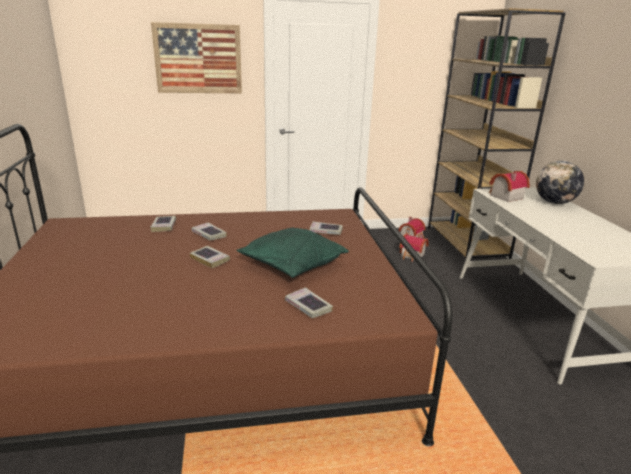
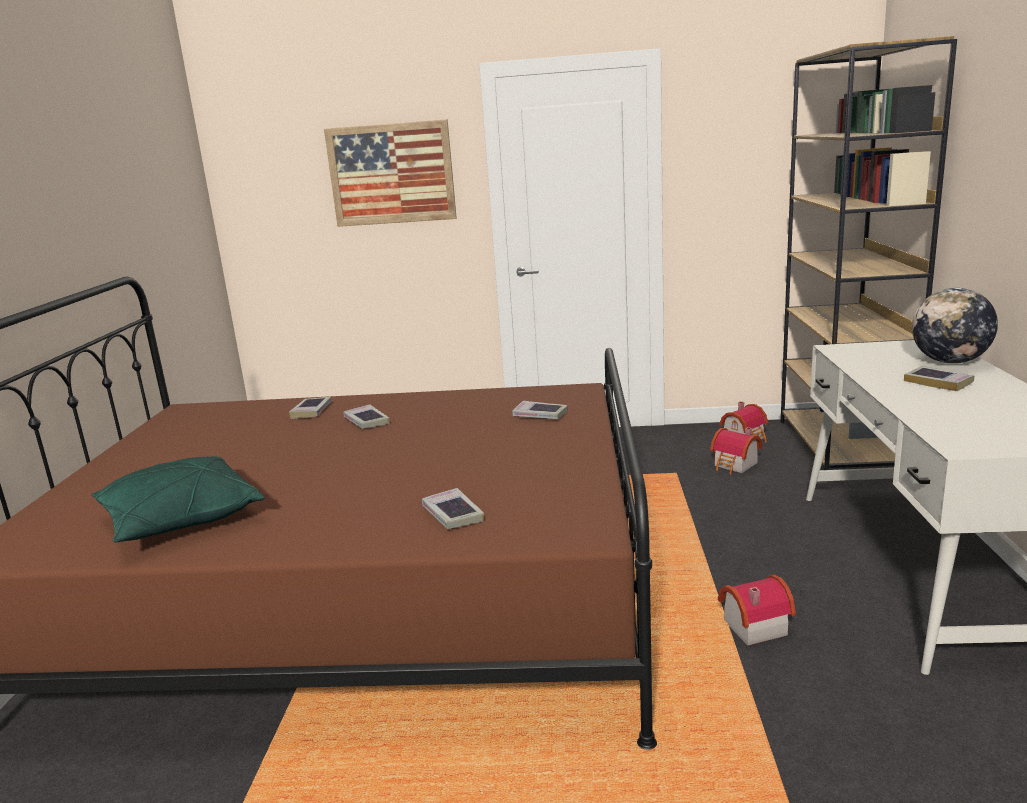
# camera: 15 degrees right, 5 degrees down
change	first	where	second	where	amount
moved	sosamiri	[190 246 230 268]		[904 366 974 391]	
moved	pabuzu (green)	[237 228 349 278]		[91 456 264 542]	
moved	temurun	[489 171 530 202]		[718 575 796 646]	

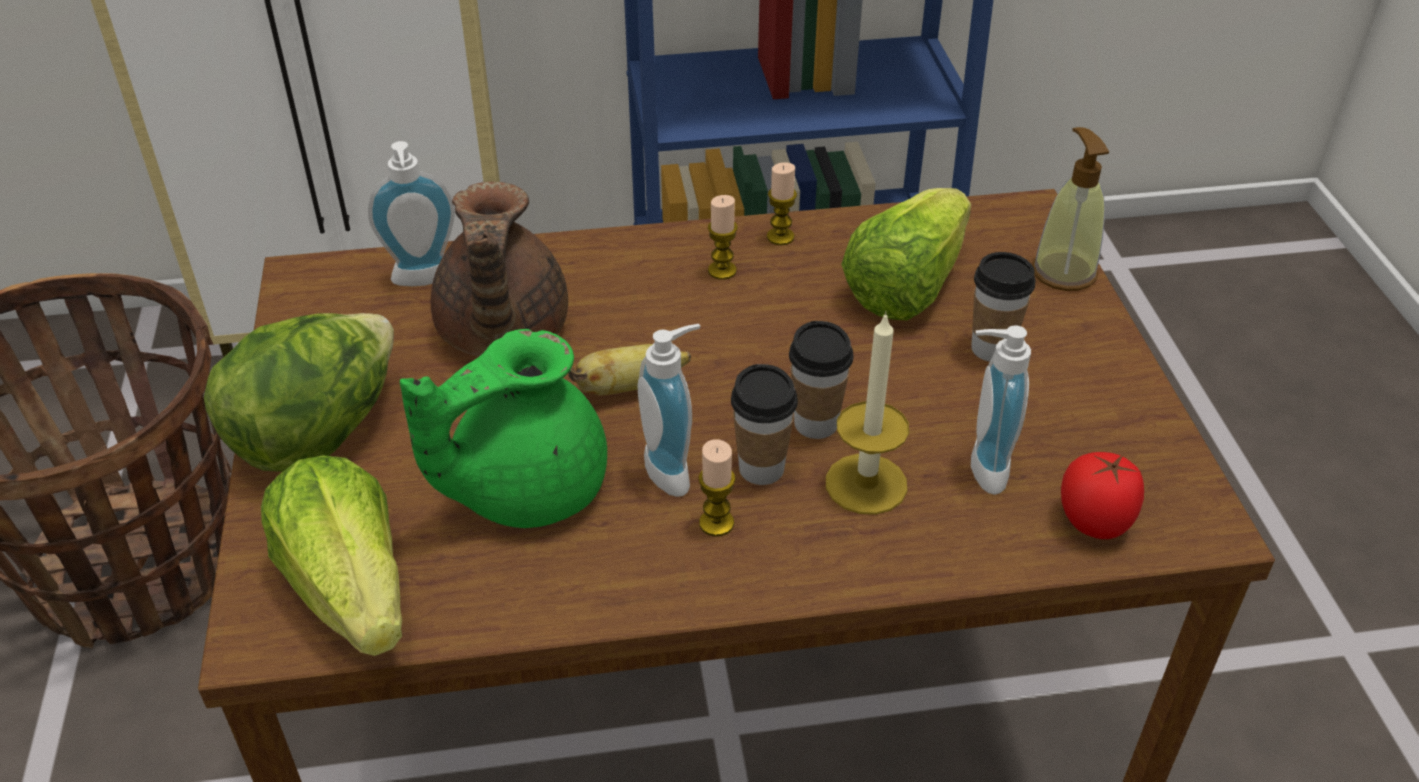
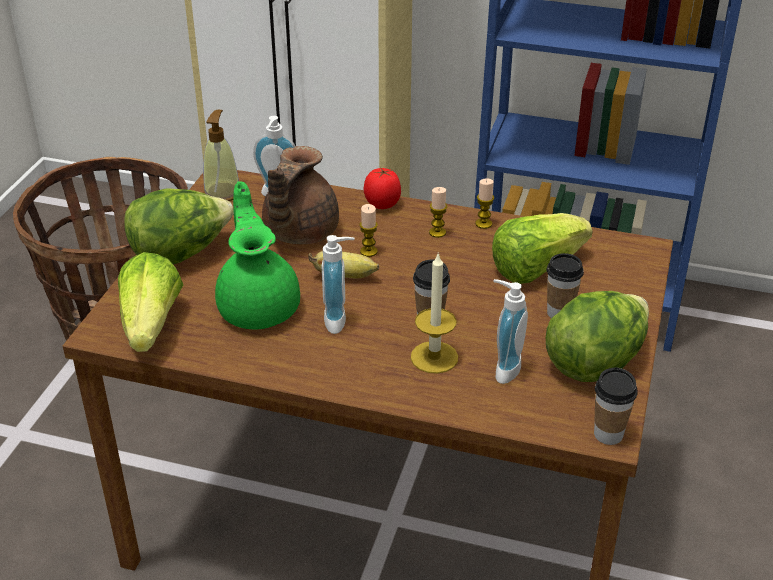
# camera: 25 degrees right, 5 degrees down
change	first	where	second	where	amount
turned	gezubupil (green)	[400 329 607 528]		[215 181 300 330]	90 degrees clockwise
moved	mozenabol	[698 439 735 537]		[360 204 378 257]	
moved	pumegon	[731 364 798 485]		[594 367 638 445]	
moved	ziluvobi	[1032 127 1109 291]		[203 110 239 201]	
moved	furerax	[1061 452 1144 539]		[364 168 401 209]	
added			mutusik	[546 291 649 382]	

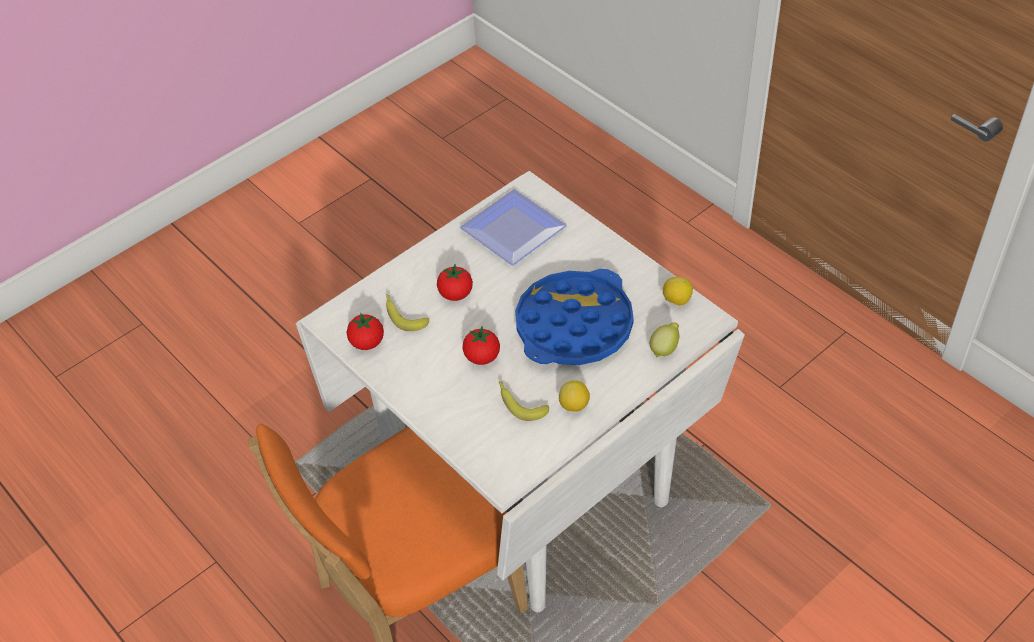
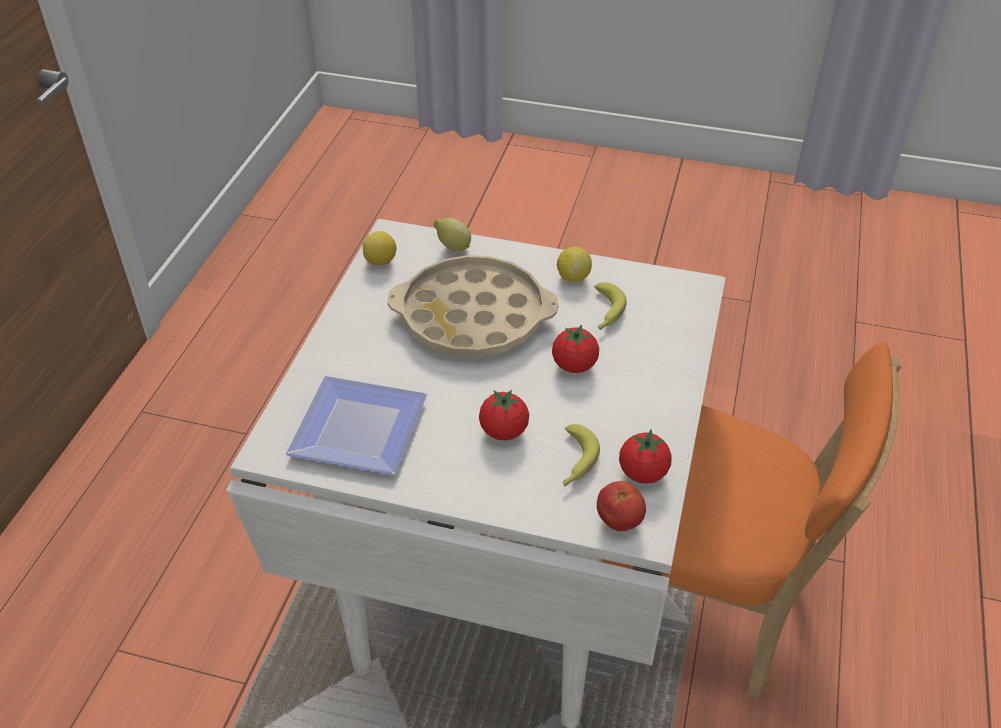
# camera: 125 degrees left, 5 degrees down
change	first	where	second	where	amount
recoloured	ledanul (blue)	[515 269 634 365]	ledanul (beige)	[387 255 559 357]	
added			furerax	[597 481 646 531]	

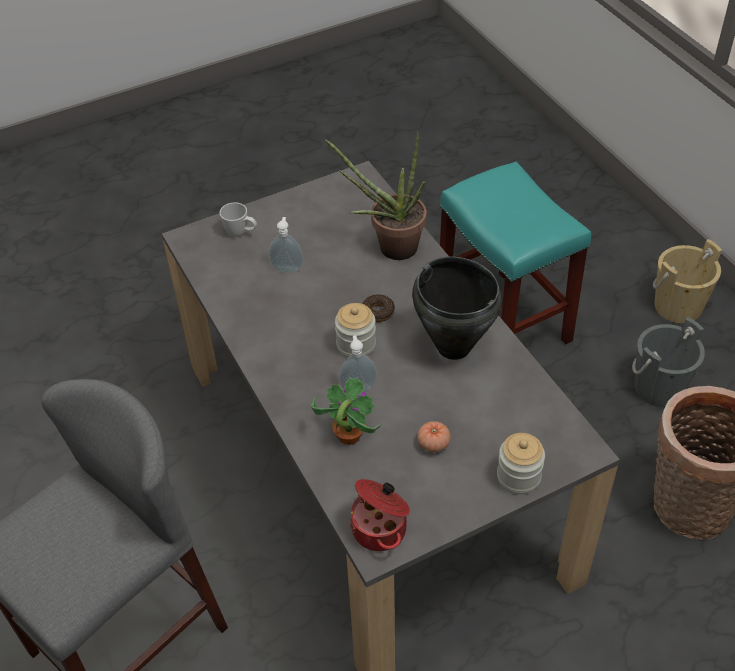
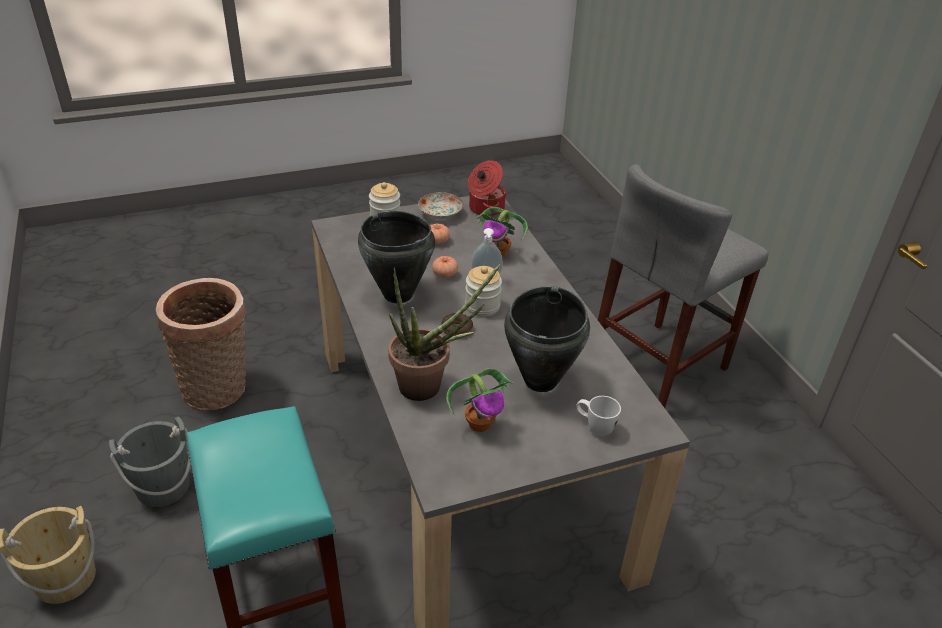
# camera: 175 degrees left, 10 degrees down
change	first	where	second	where	amount
replaced	ziluvobi	[269 217 303 273]	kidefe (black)	[504 286 590 392]	
added			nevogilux	[418 192 464 219]	
added			furerax	[432 256 458 278]	
added			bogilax	[446 368 514 432]	

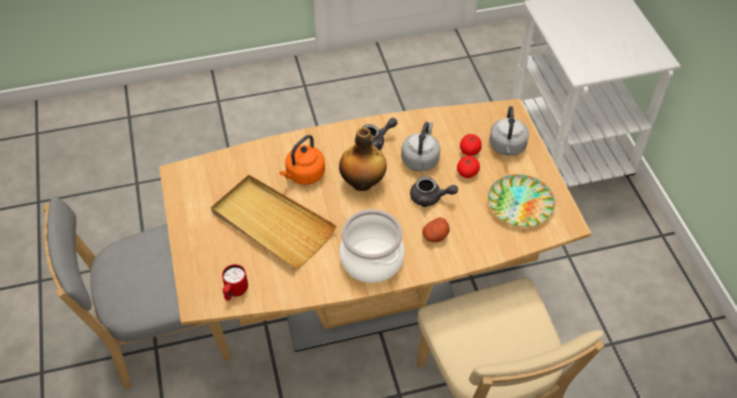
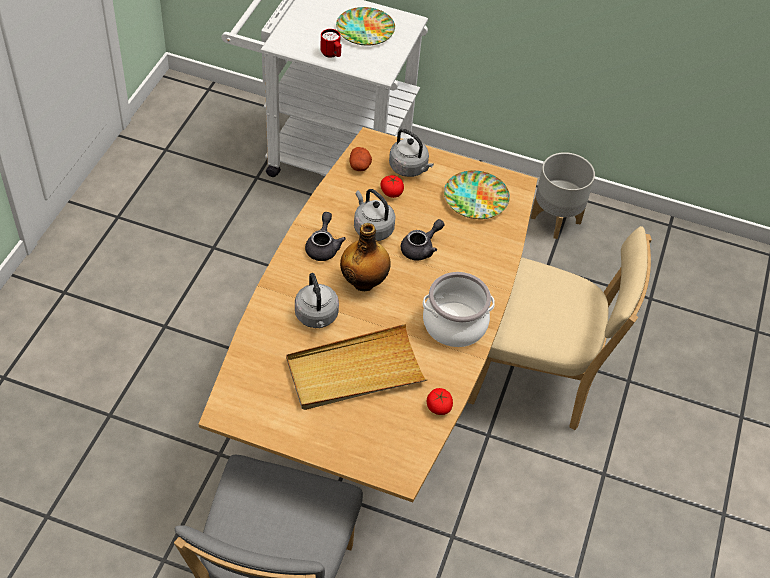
# camera: 60 degrees left, 0 degrees up
change	first	where	second	where	amount
moved	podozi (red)	[222 264 248 301]		[320 29 341 58]	
recoloured	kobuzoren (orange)	[280 135 325 185]	kobuzoren (grey)	[295 273 339 328]	
moved	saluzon	[422 217 450 242]		[349 147 372 171]	
moved	furerax	[457 156 480 178]		[427 388 453 415]	
added			nevogilux	[336 7 395 46]	
added			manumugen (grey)	[531 152 595 239]	

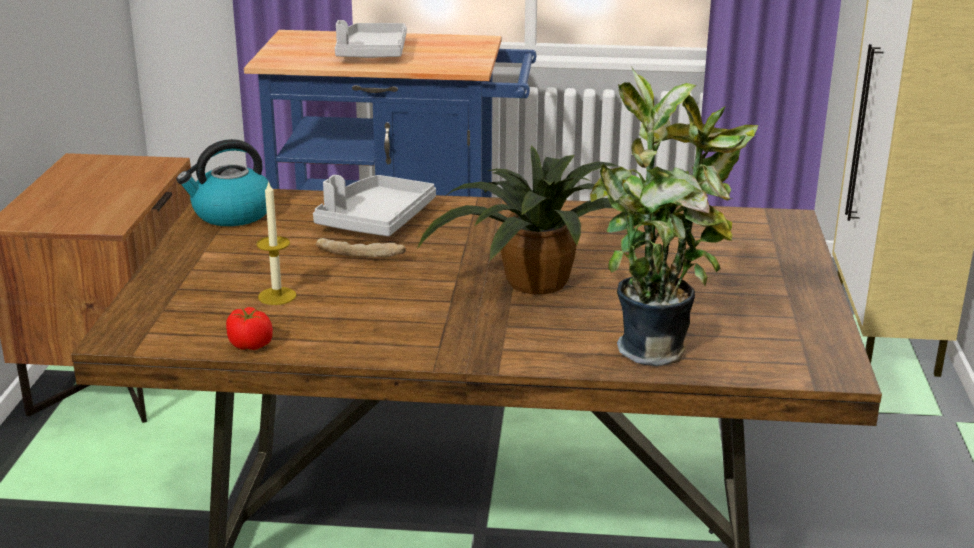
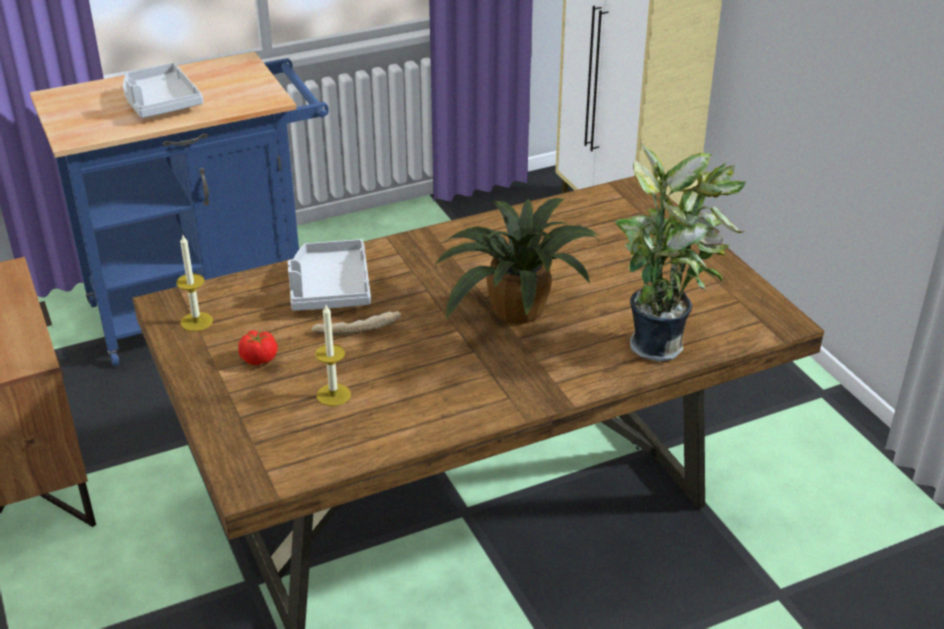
# camera: 30 degrees left, 10 degrees up
change	first	where	second	where	amount
replaced	kobuzoren	[176 139 272 226]	mozenabol	[176 235 213 331]	
moved	furerax	[226 307 273 350]		[238 330 278 365]	

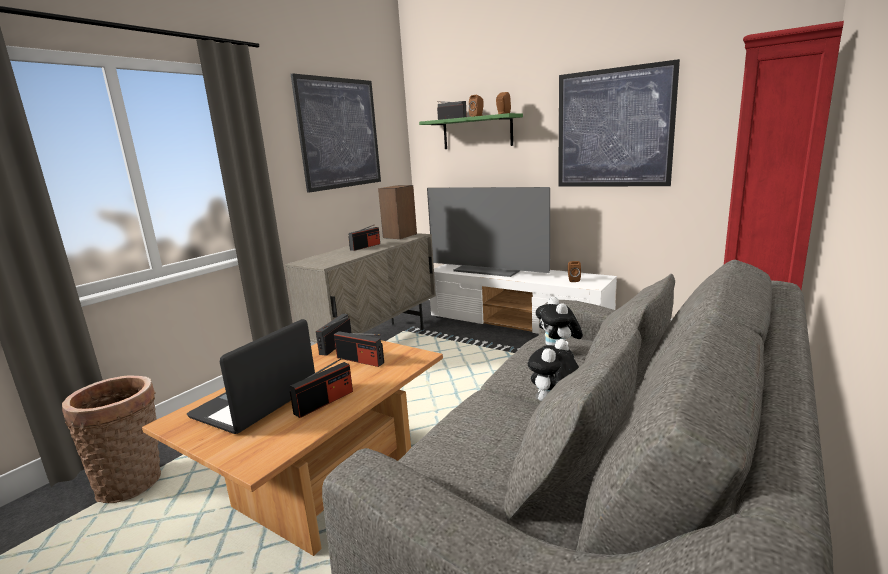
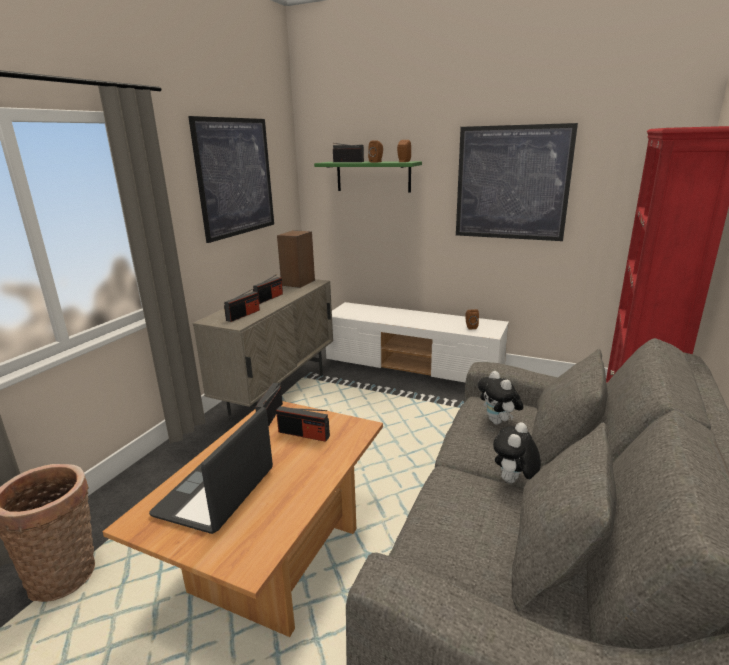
# camera: 10 degrees left, 5 degrees up
change	first	where	second	where	amount
moved	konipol	[290 358 353 418]		[224 289 260 322]	
removed	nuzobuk	[427 187 550 277]			

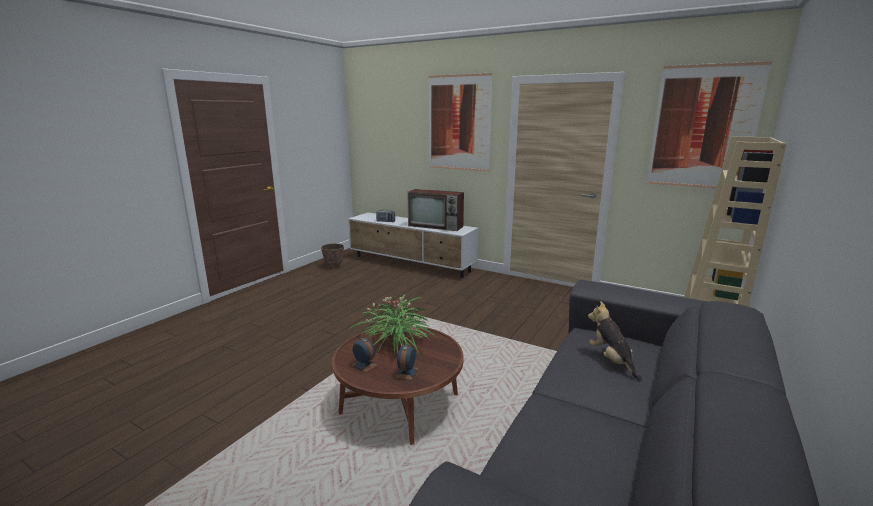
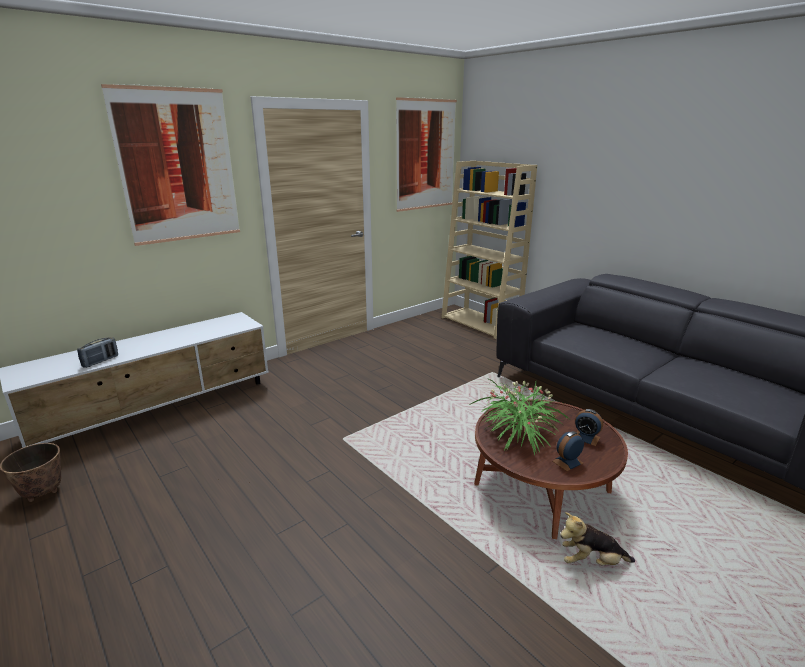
# camera: 70 degrees left, 5 degrees up
change	first	where	second	where	amount
removed	nuzobuk	[407 189 464 231]			
moved	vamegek	[588 301 642 381]		[560 512 635 565]	

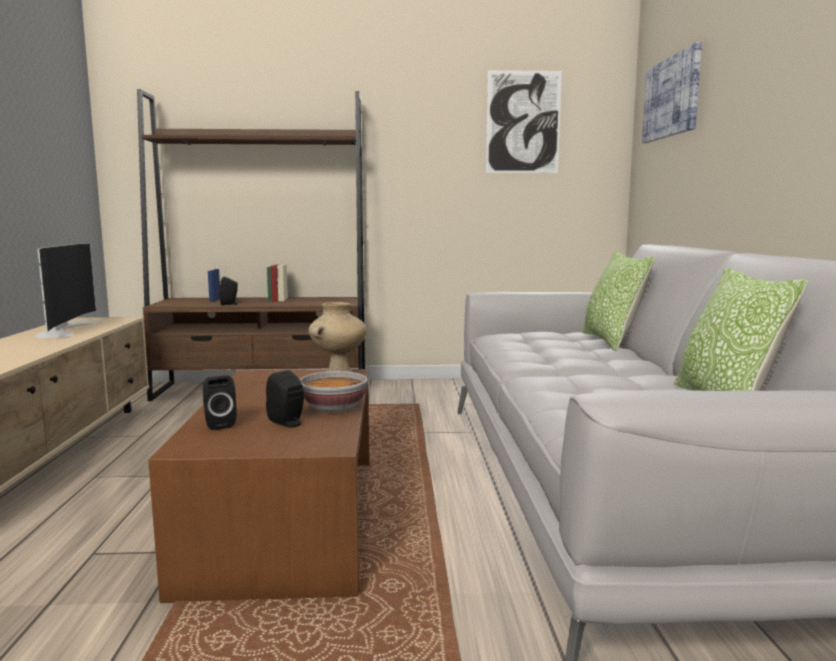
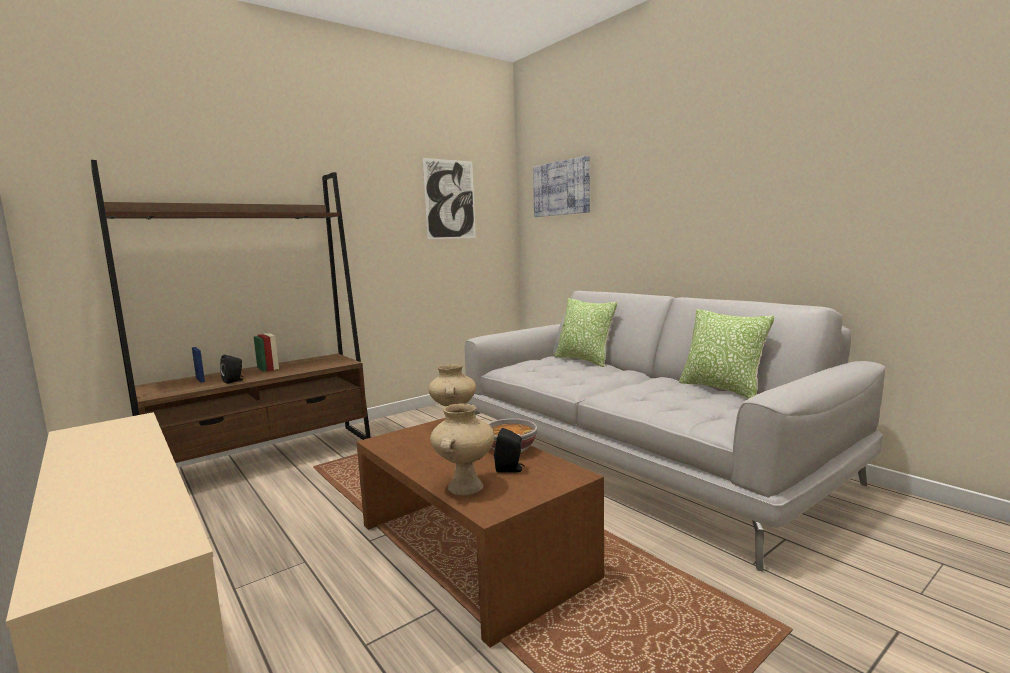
# camera: 35 degrees left, 0 degrees up
change	first	where	second	where	amount
removed	nuzobuk	[35 243 101 338]			
replaced	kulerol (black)	[203 376 237 430]	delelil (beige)	[430 403 495 495]	

